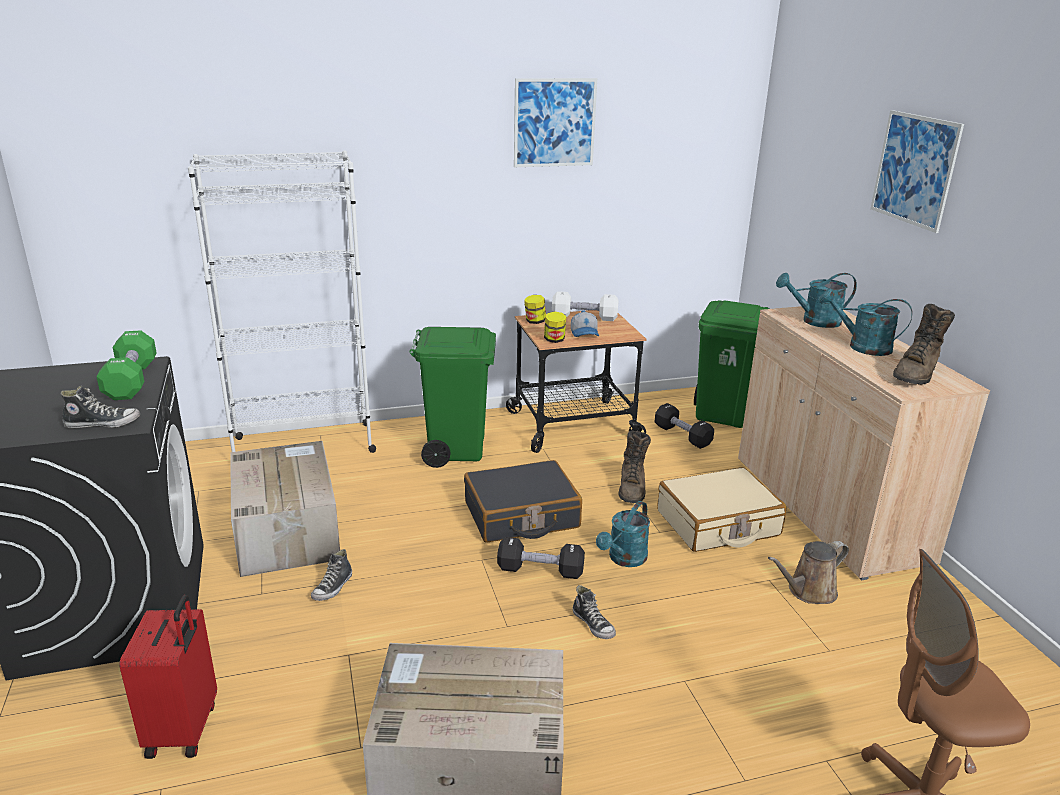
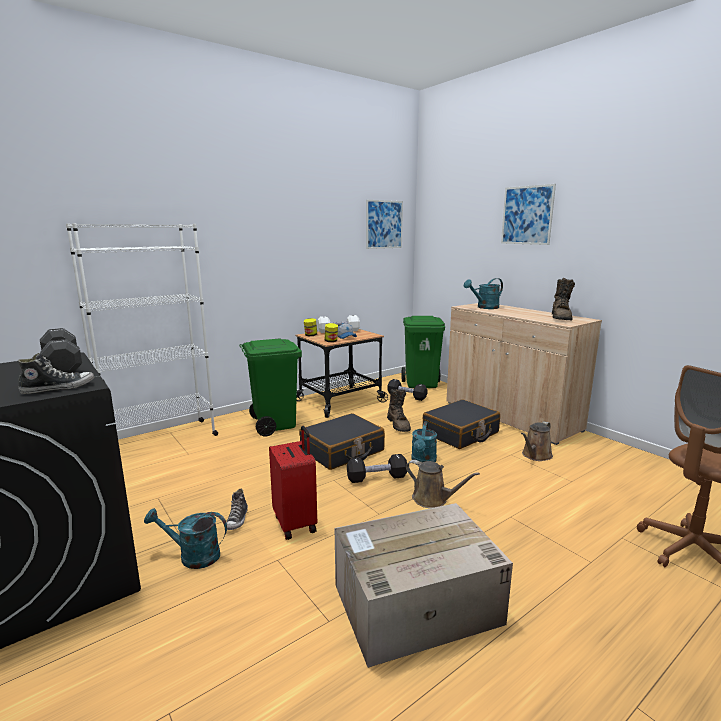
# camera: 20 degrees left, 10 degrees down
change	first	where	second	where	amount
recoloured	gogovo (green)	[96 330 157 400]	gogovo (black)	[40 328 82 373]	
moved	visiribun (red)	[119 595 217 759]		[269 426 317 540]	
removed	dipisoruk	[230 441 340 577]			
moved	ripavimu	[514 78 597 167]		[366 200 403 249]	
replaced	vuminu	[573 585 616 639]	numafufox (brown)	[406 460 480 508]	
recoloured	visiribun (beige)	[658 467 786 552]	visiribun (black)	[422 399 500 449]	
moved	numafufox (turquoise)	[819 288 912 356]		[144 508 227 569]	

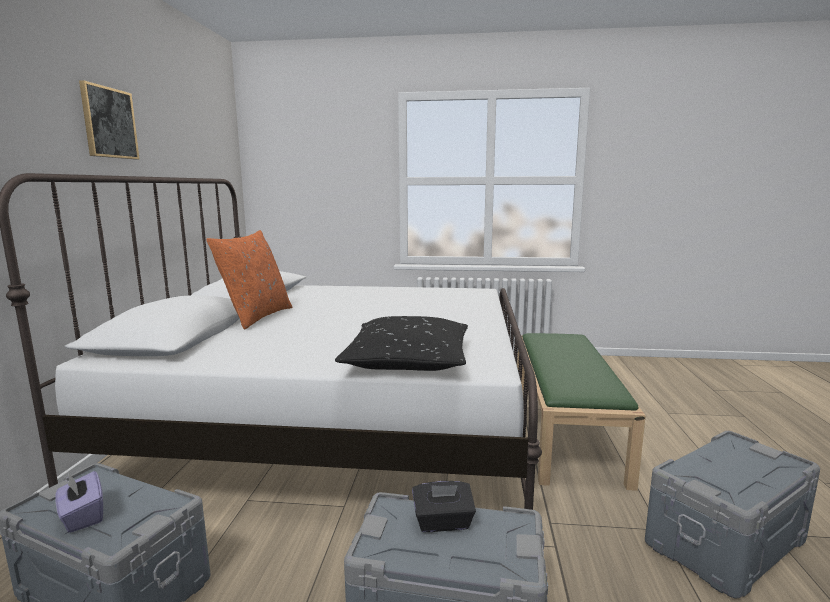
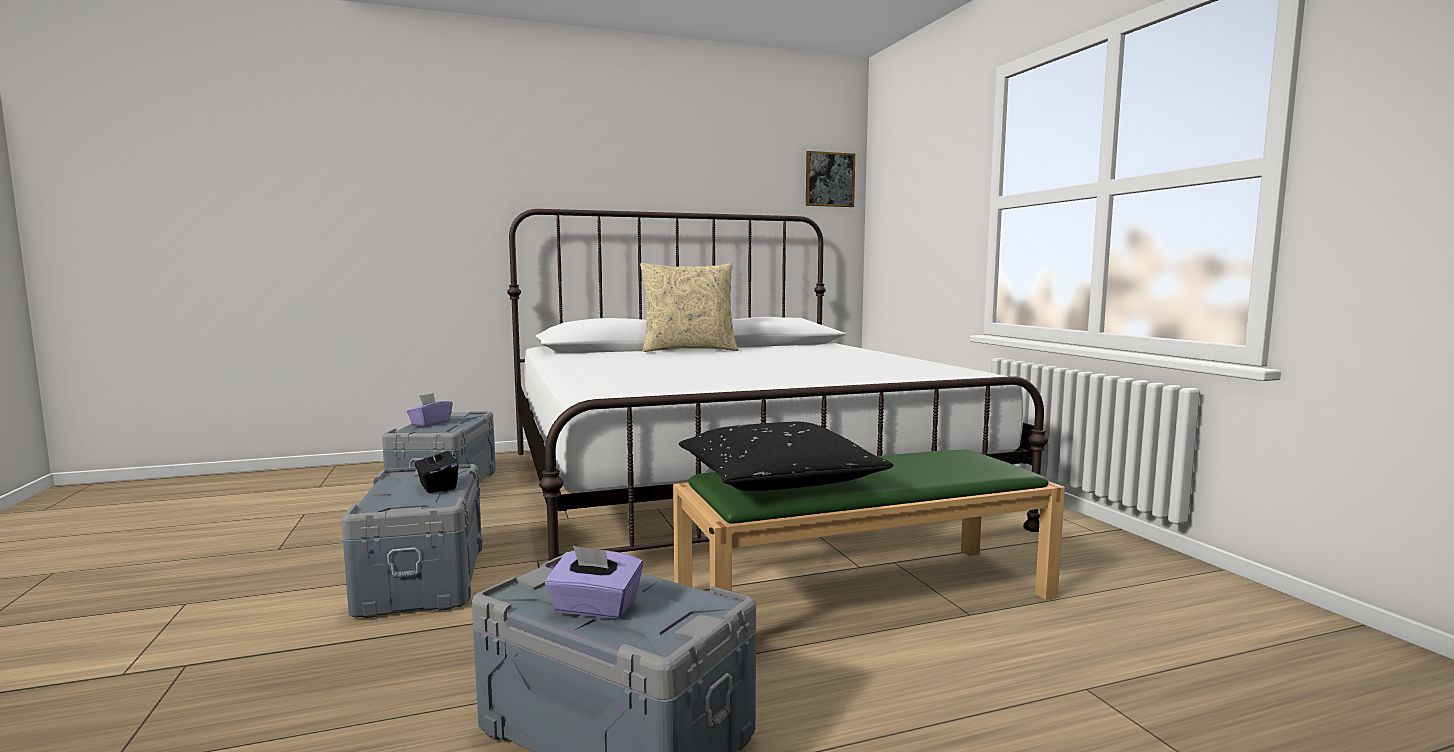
# camera: 65 degrees right, 5 degrees down
change	first	where	second	where	amount
moved	ripavimu	[79 80 140 160]		[806 151 855 207]	
recoloured	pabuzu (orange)	[206 230 292 330]	pabuzu (beige)	[640 263 738 352]	
moved	pabuzu (black)	[335 316 468 371]		[679 422 893 491]	
added			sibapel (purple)	[545 546 643 619]	

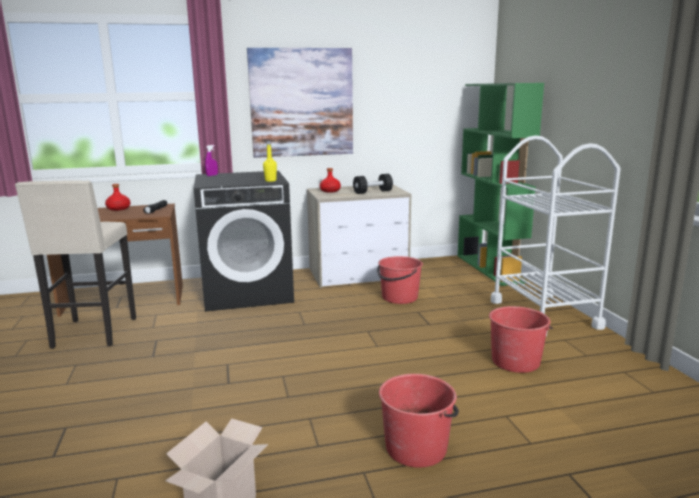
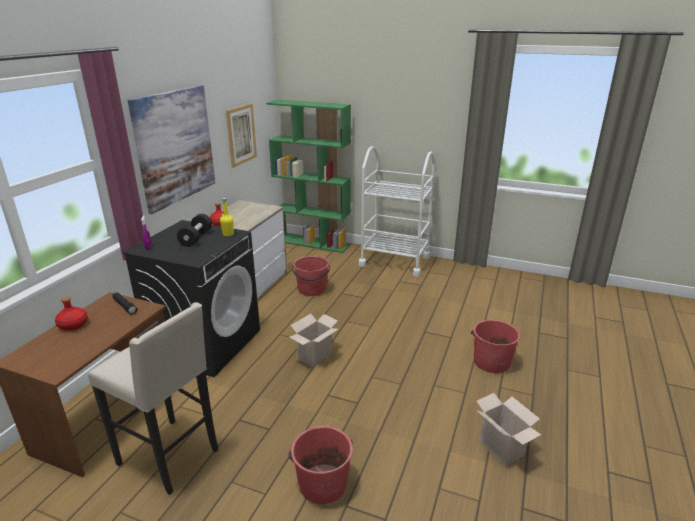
# camera: 55 degrees left, 10 degrees up
change	first	where	second	where	amount
moved	gogovo (black)	[353 174 393 194]		[177 214 212 247]	
moved	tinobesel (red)	[489 306 553 373]		[288 426 353 504]	
added			ripavimu	[226 104 257 168]	
added			dipisoruk	[289 314 338 367]	

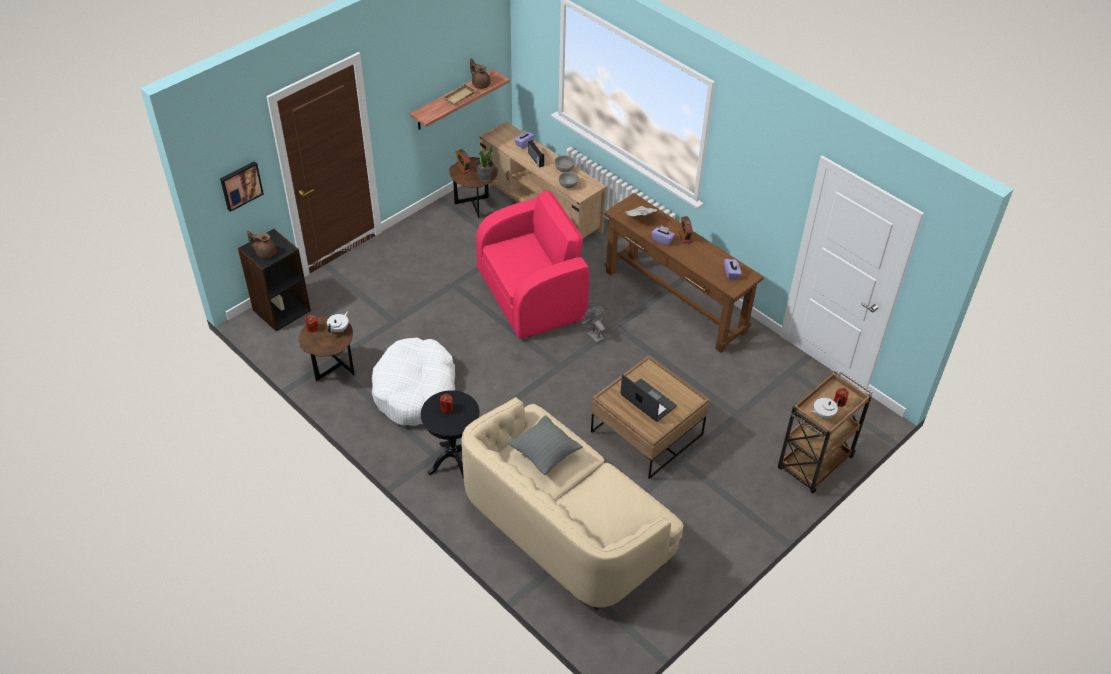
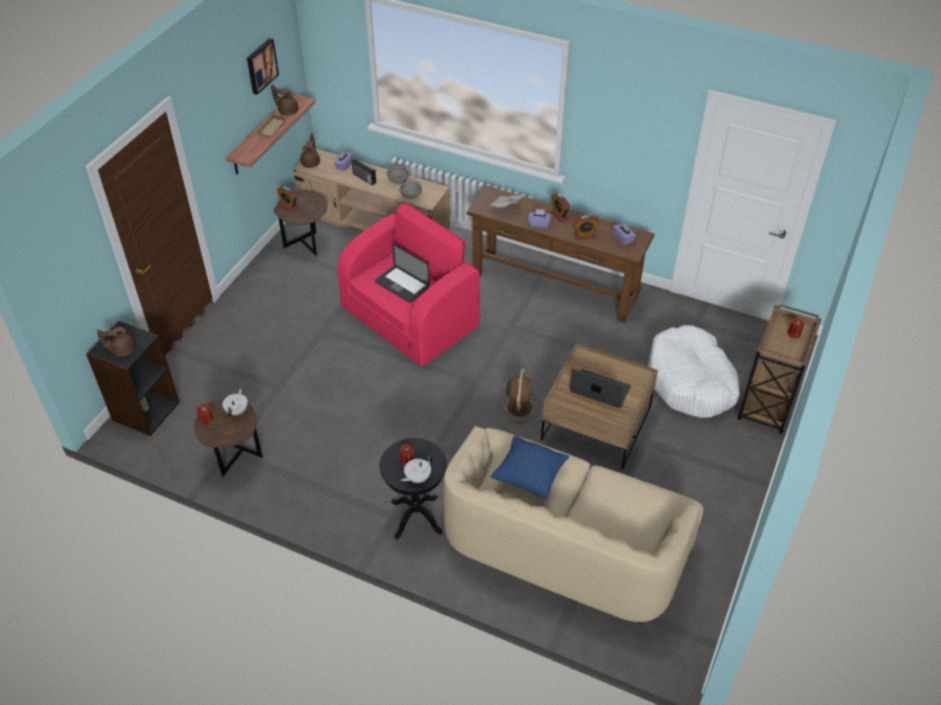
# camera: 20 degrees left, 0 degrees up
change	first	where	second	where	amount
moved	ripavimu	[220 161 264 212]		[247 38 279 95]	
moved	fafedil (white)	[371 337 455 426]		[648 325 739 418]	
removed	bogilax	[475 146 493 181]			
recoloured	pabuzu (grey)	[508 415 583 475]	pabuzu (blue)	[491 435 569 499]	
removed	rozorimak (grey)	[581 307 605 343]			
moved	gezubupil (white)	[809 398 841 419]		[401 456 433 483]	
added			gezubupil (brown)	[300 134 320 168]	
added			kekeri	[375 244 430 303]	
added			rozorimak (brown)	[499 368 540 423]	
added			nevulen	[573 215 599 240]	

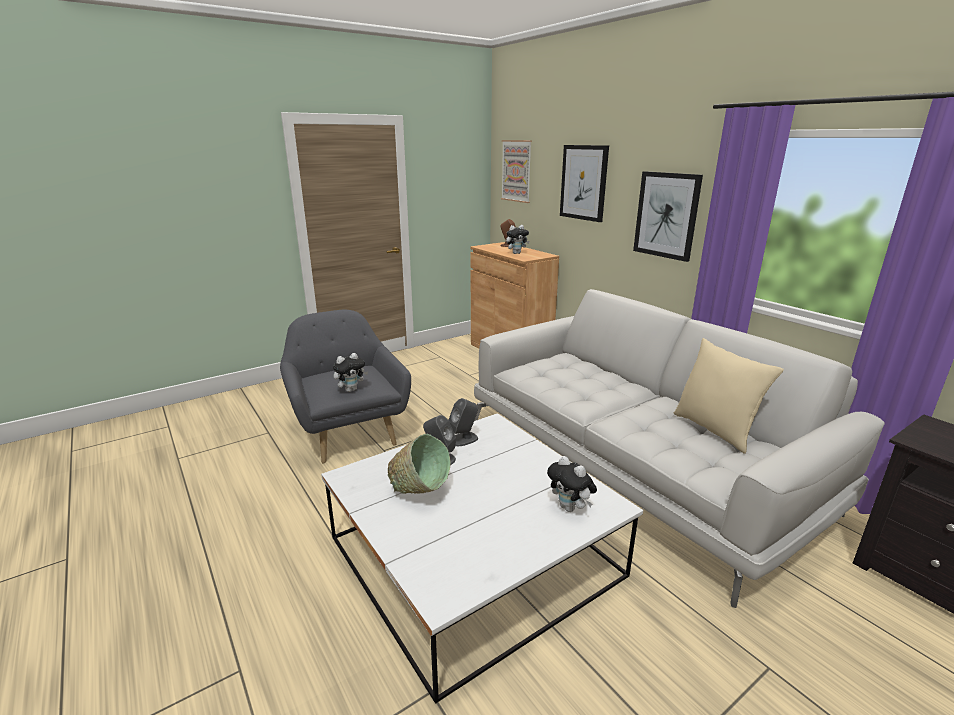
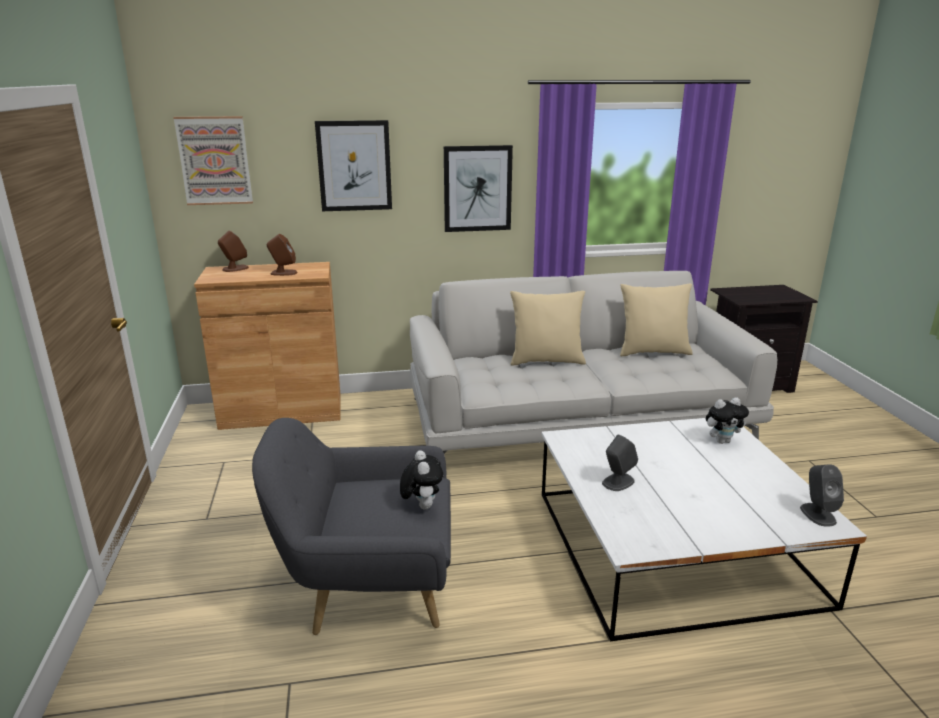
# camera: 65 degrees left, 0 degrees up
change	first	where	second	where	amount
removed	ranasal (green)	[388 434 451 494]			
moved	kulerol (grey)	[449 398 478 446]		[800 464 844 527]	
replaced	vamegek	[506 225 529 254]	kulerol (brown)	[267 234 297 276]	
added			pabuzu (beige)	[510 291 586 366]	

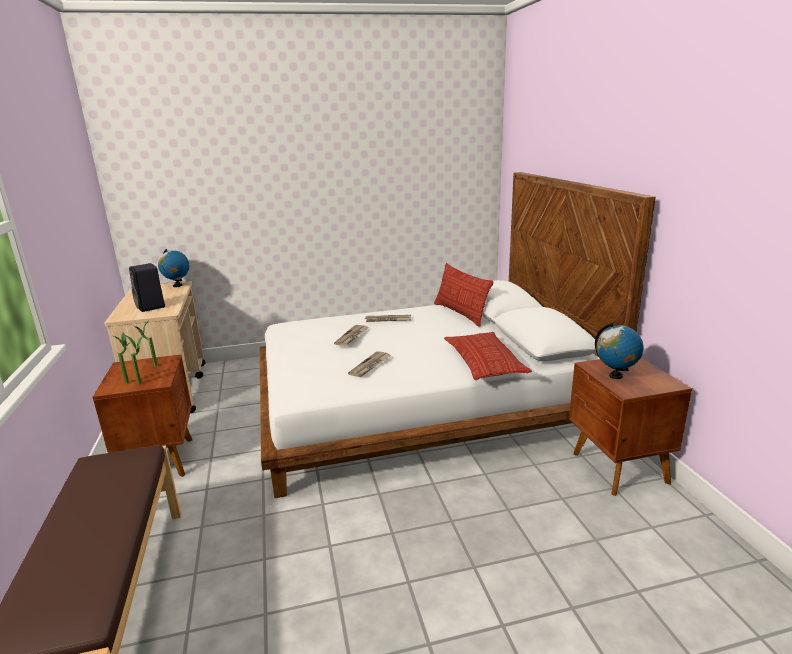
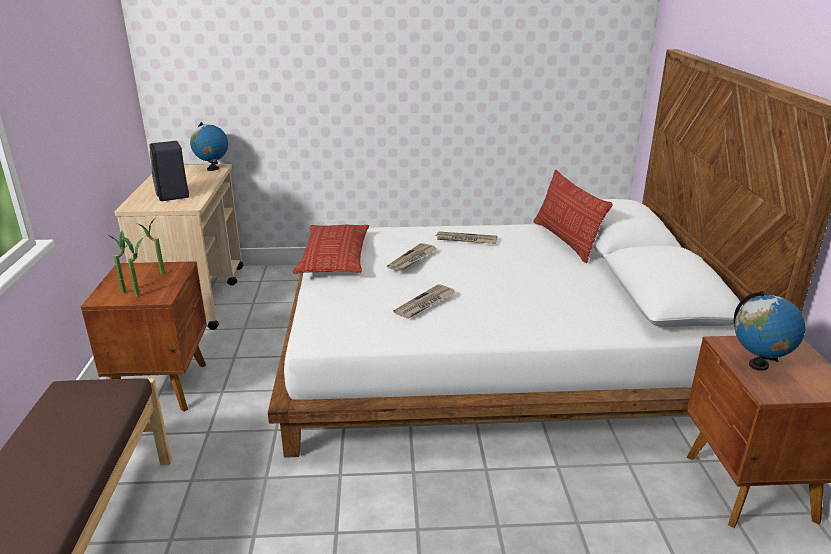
# camera: 10 degrees right, 5 degrees up
change	first	where	second	where	amount
moved	pabuzu	[444 332 532 380]		[293 225 369 274]	

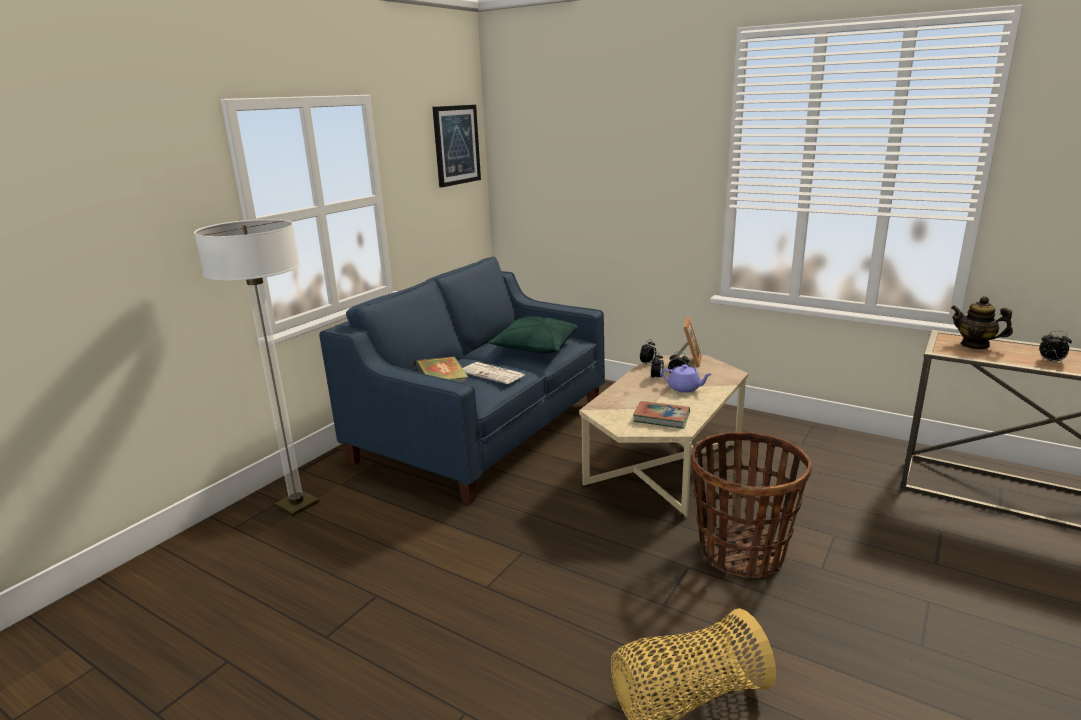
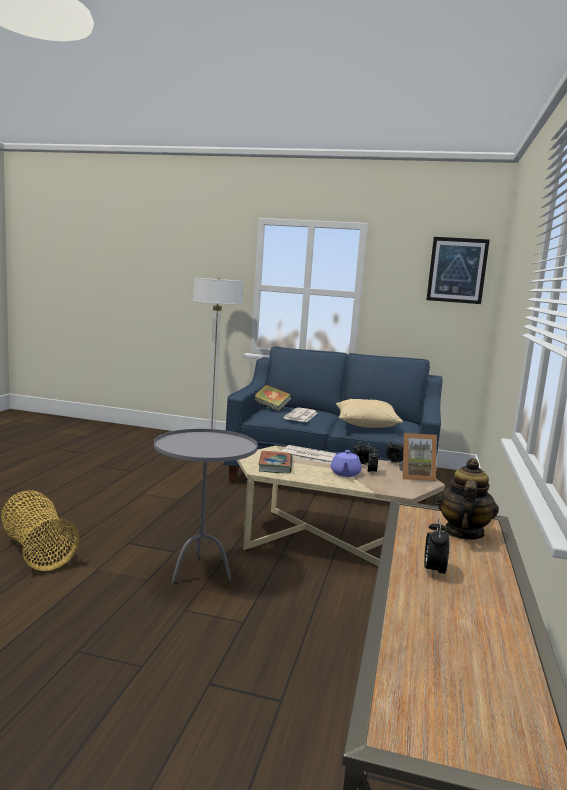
# camera: 70 degrees right, 10 degrees down
change	first	where	second	where	amount
recoloured	pabuzu (green)	[488 316 578 353]	pabuzu (beige)	[336 399 403 428]	
replaced	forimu	[691 432 812 578]	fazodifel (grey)	[154 429 258 584]	
added			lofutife	[281 445 336 464]	

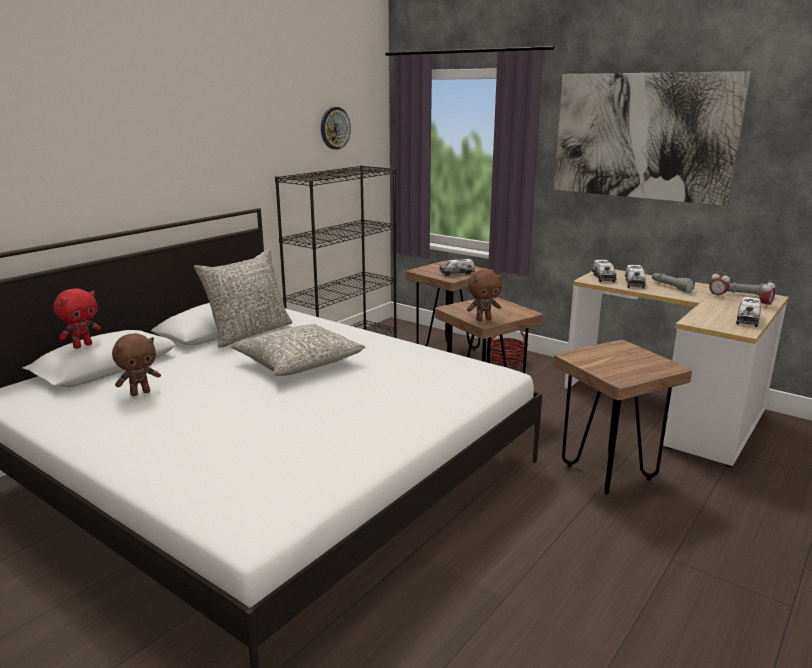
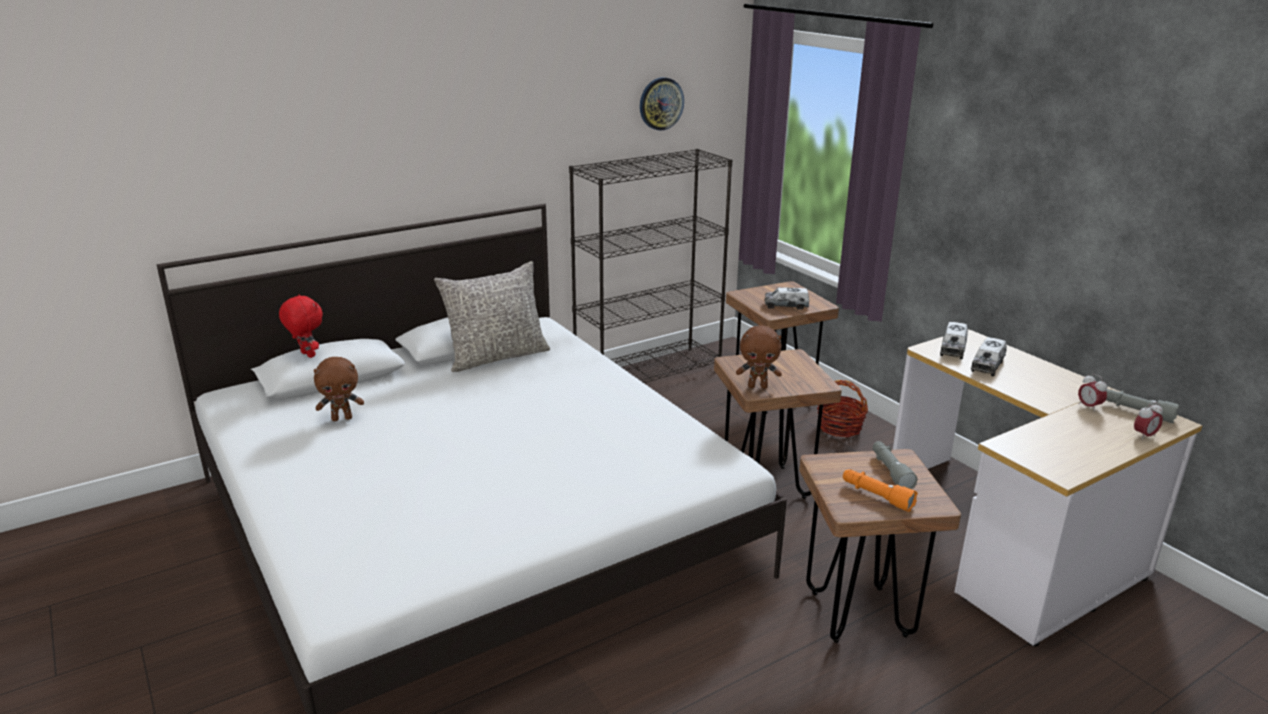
# camera: 20 degrees right, 5 degrees up
change	first	where	second	where	amount
turned	vamegek (red)	[53 288 101 349]		[279 294 323 358]	105 degrees counterclockwise
removed	pabuzu (grey)	[231 324 365 376]			
removed	ripavimu	[554 71 751 206]			
moved	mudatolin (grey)	[652 273 695 293]		[873 441 917 489]	
removed	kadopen	[736 297 761 327]			
added			mudatolin (orange)	[843 469 918 512]	

